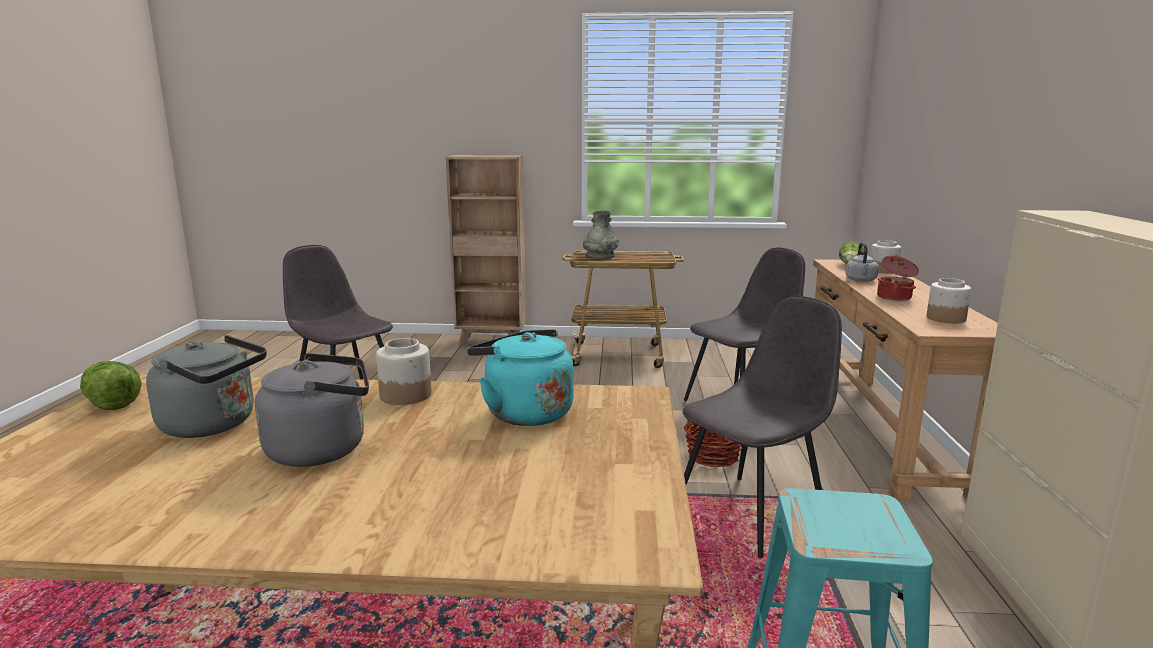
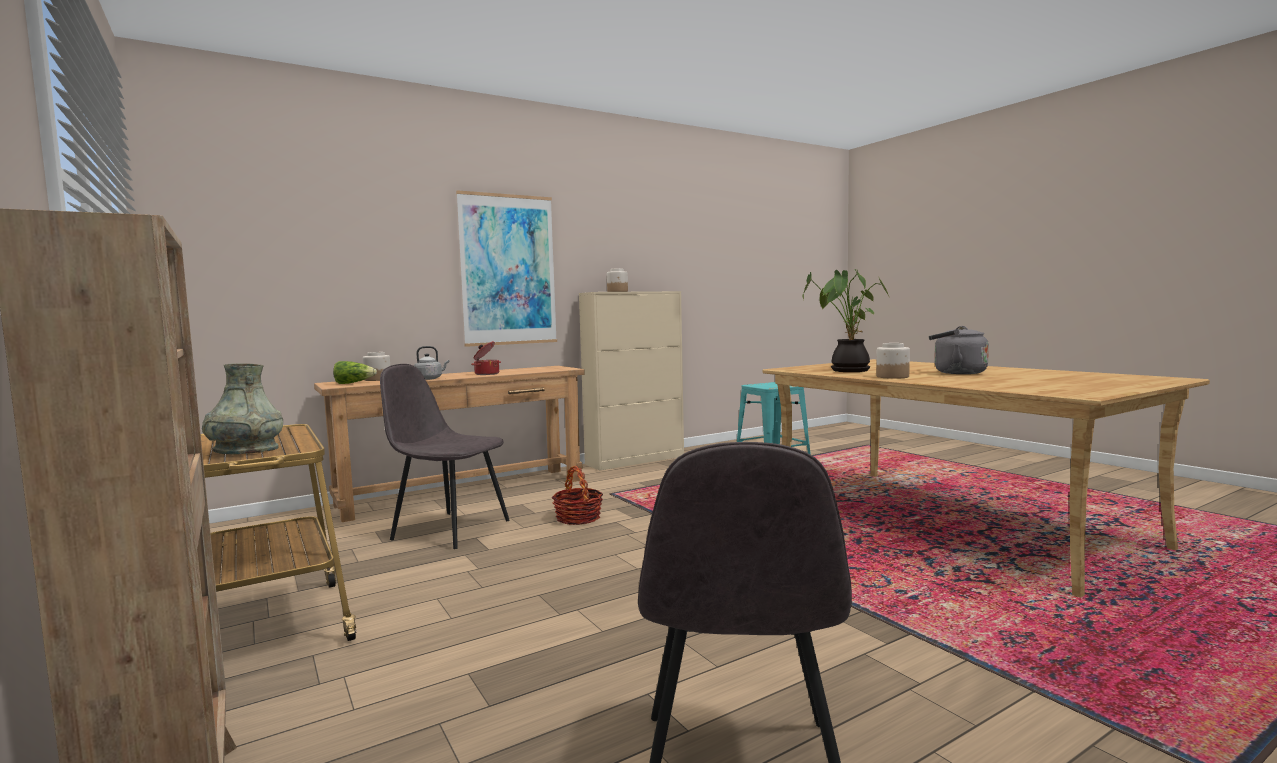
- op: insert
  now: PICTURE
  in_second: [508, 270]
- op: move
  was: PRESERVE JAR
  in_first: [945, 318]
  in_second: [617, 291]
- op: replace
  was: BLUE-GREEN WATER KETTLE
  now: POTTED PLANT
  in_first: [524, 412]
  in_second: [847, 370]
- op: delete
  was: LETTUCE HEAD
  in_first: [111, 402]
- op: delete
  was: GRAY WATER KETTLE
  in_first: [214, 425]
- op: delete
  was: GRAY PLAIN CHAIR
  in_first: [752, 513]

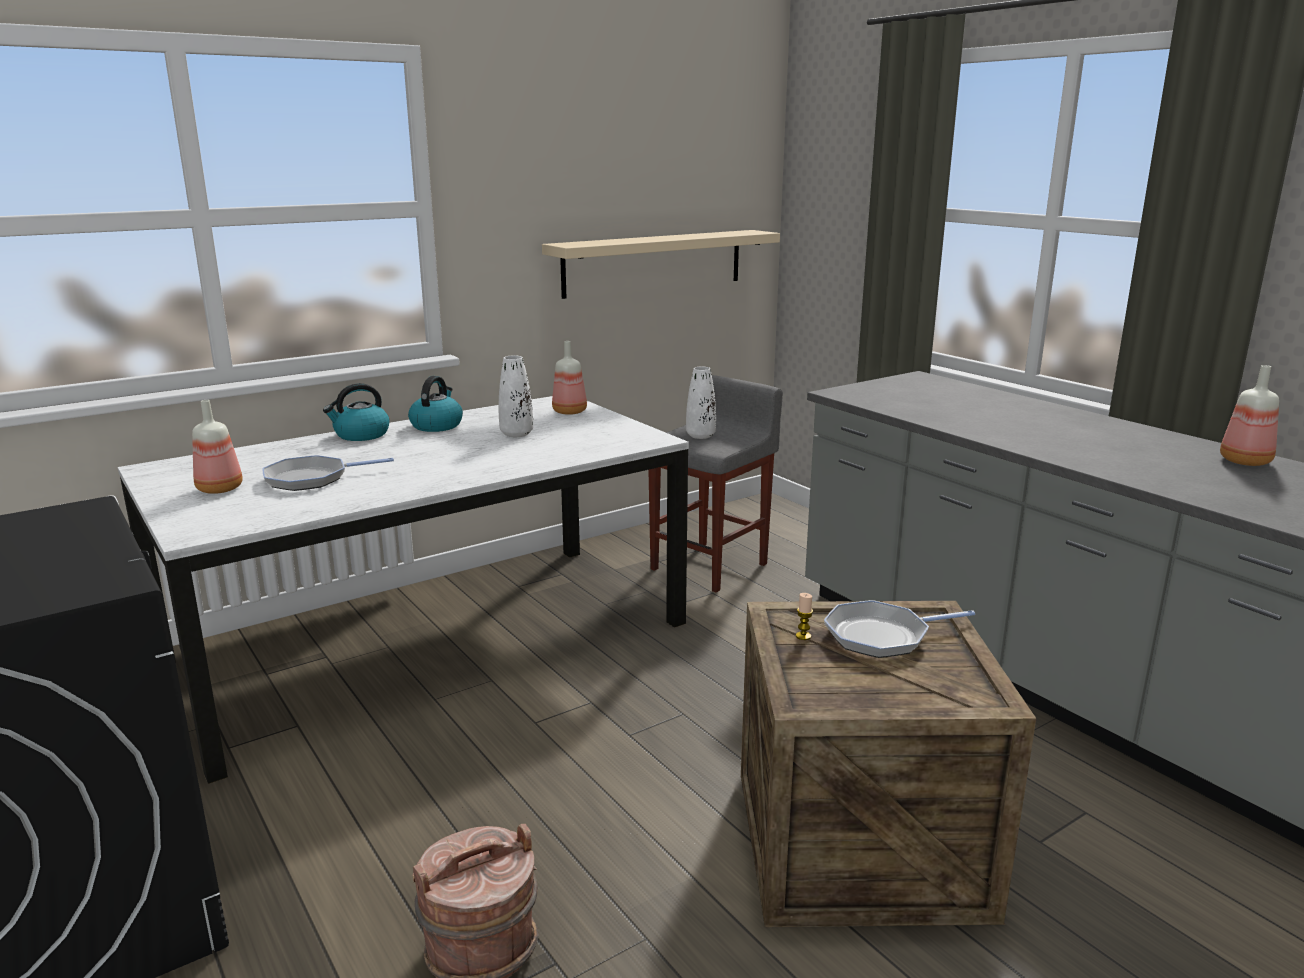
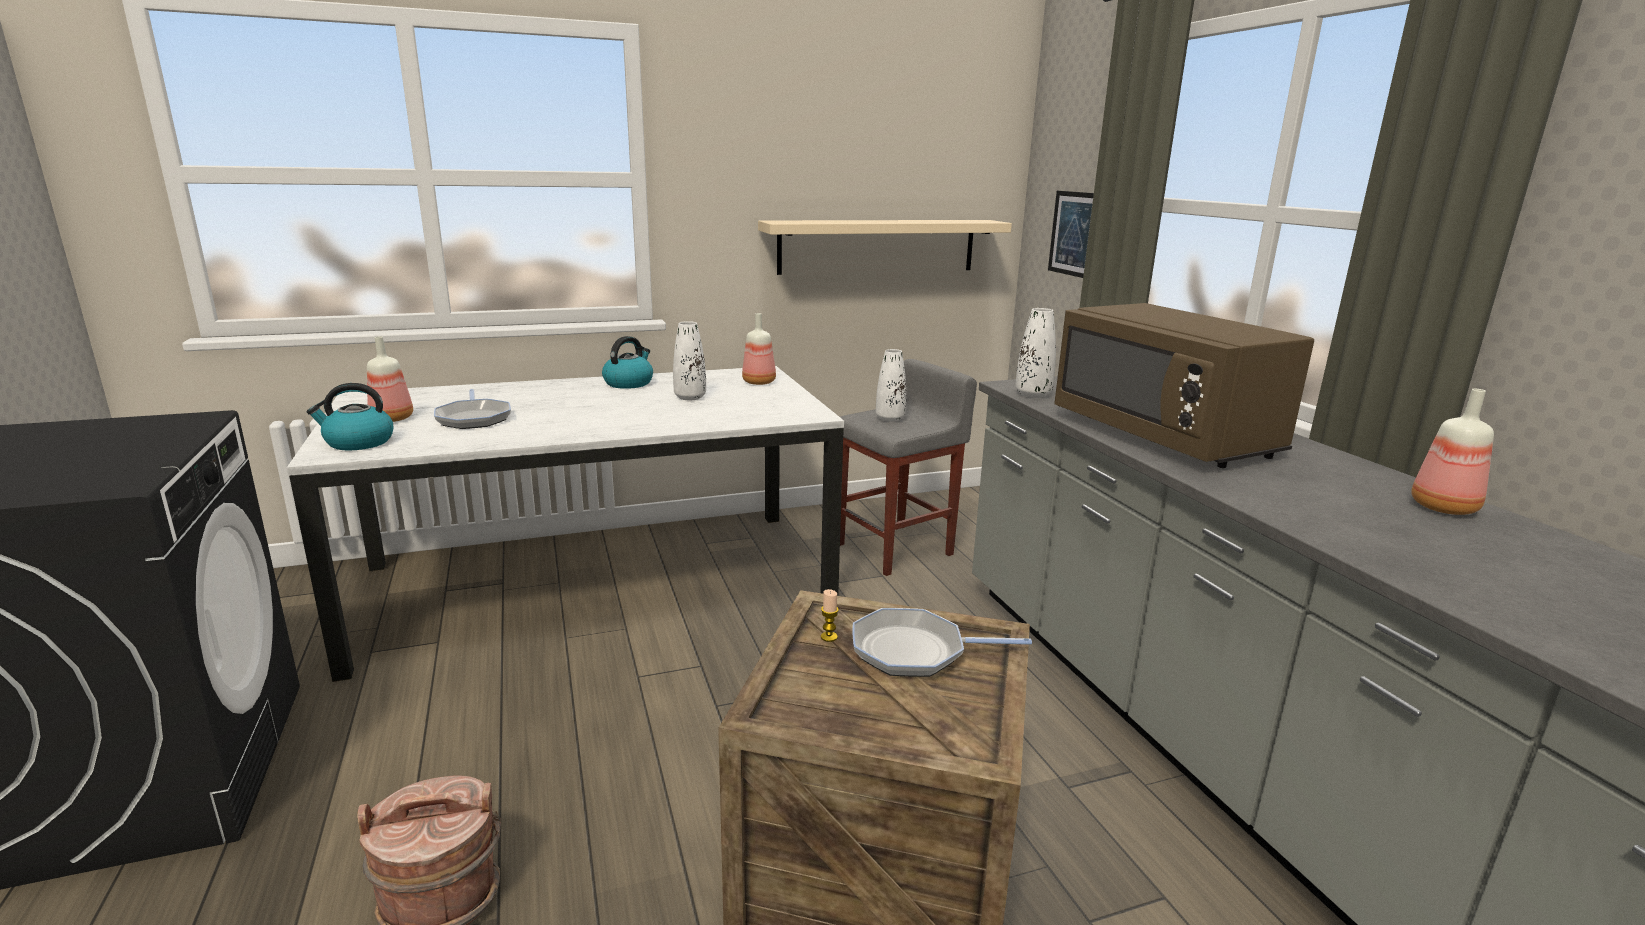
- op: move
  was: WATER KETTLE
  in_first: [361, 435]
  in_second: [358, 442]
- op: rotate
  was: SKILLET
  in_first: [311, 479]
  in_second: [474, 418]
  clockwise: -105
- op: insert
  now: WHITE DECORATIVE VASE
  in_second: [1033, 394]
- op: insert
  now: PICTURE
  in_second: [1073, 233]
- op: insert
  now: BROWN KITCHEN MICROWAVE
  in_second: [1164, 436]

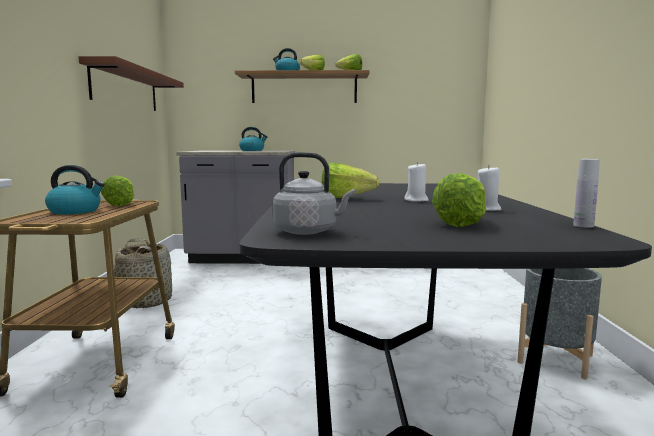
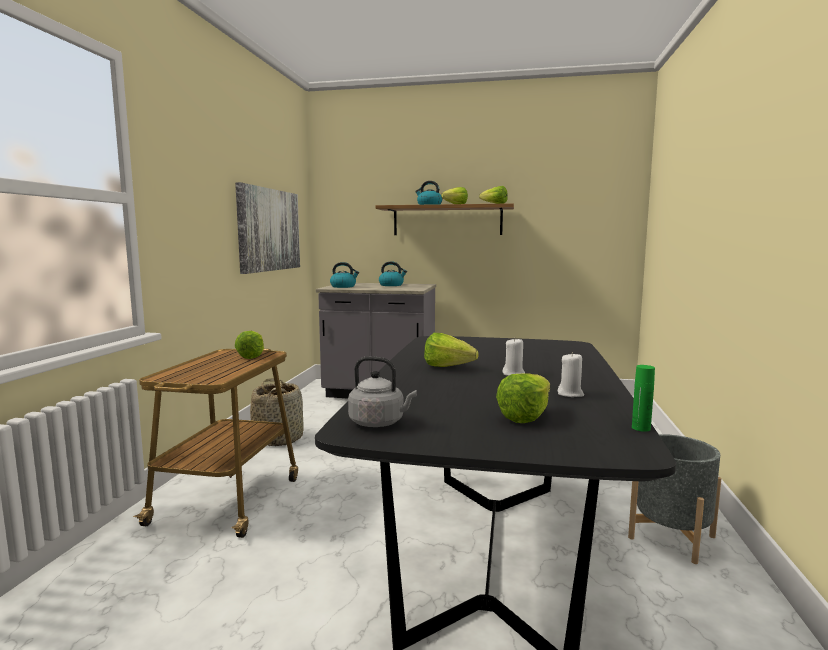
- op: replace
  was: BROWN BRACKET SHELF
  now: PICTURE
  in_first: [126, 89]
  in_second: [269, 230]
- op: move
  was: WATER KETTLE
  in_first: [76, 211]
  in_second: [343, 286]
- op: recolor
  was: WHITE BEVERAGE BOTTLE
  now: GREEN-COLOURED BEVERAGE BOTTLE
  in_first: [583, 225]
  in_second: [641, 428]

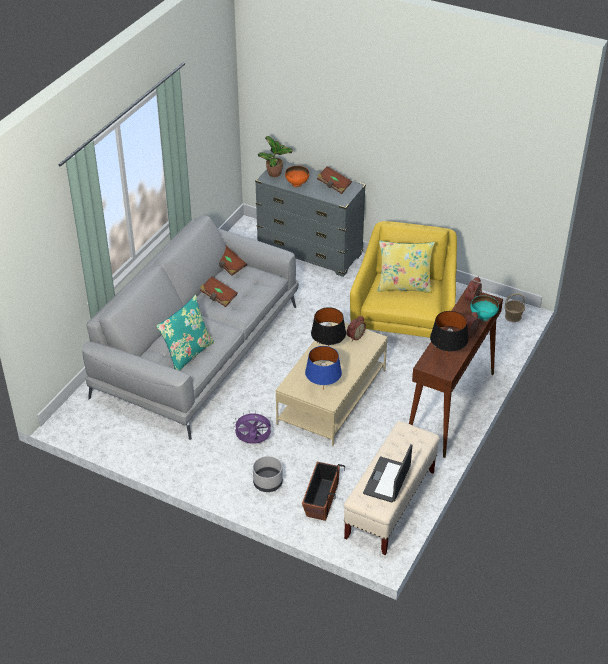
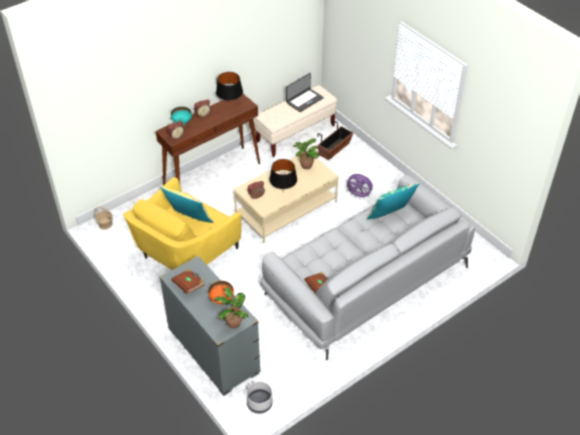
- op: move
  was: GRAY PLANTER
  in_first: [267, 483]
  in_second: [260, 403]
- op: replace
  was: BLUISH LAMP FOR A TABLE
  now: POTTED PLANT
  in_first: [323, 389]
  in_second: [305, 166]
- op: delete
  was: BROWN BOOK
  in_first: [218, 297]

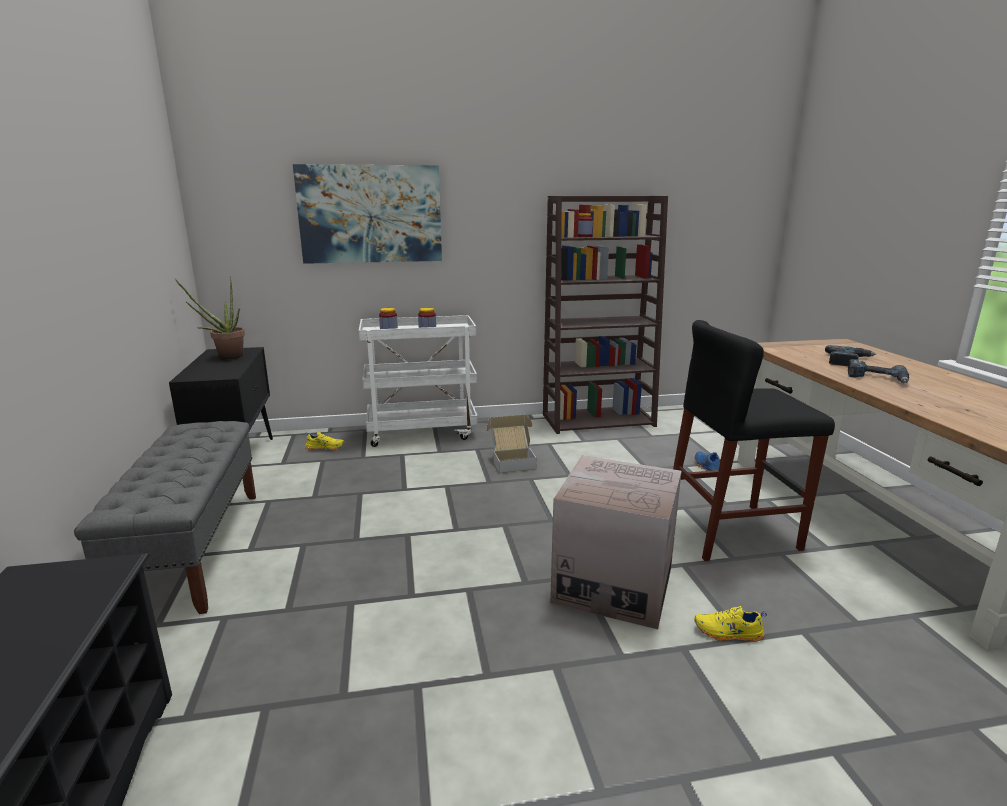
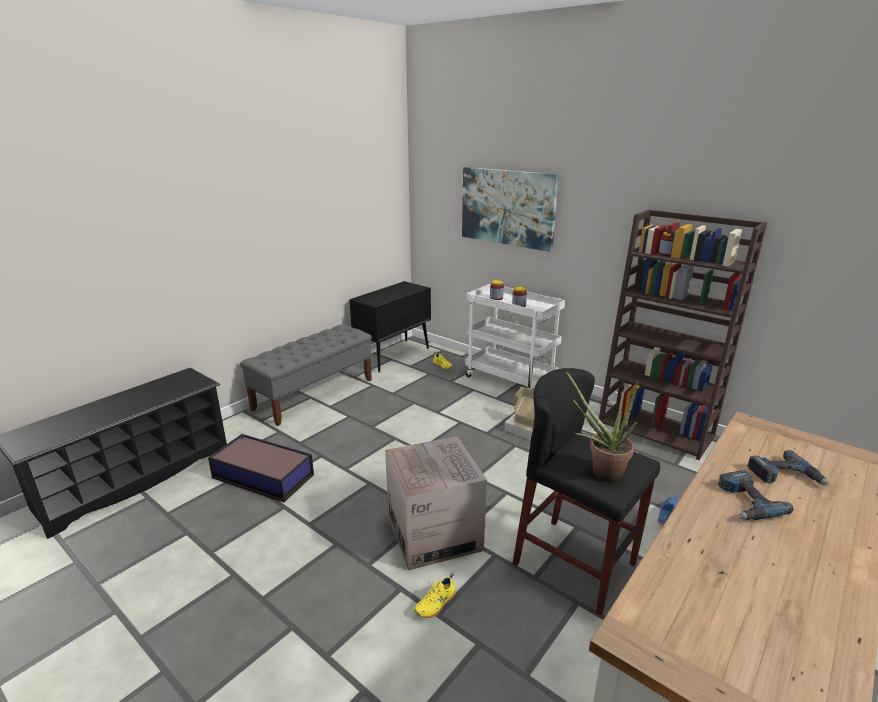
- op: insert
  now: STORAGE CONTAINER
  in_second: [262, 475]
- op: rotate
  was: YELLOW-COLOURED LOW SHOE
  in_first: [728, 633]
  in_second: [436, 604]
  clockwise: -105
- op: move
  was: POTTED PLANT
  in_first: [225, 357]
  in_second: [600, 472]

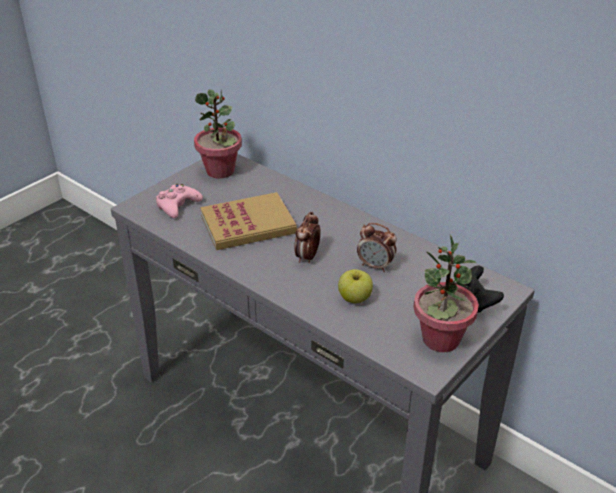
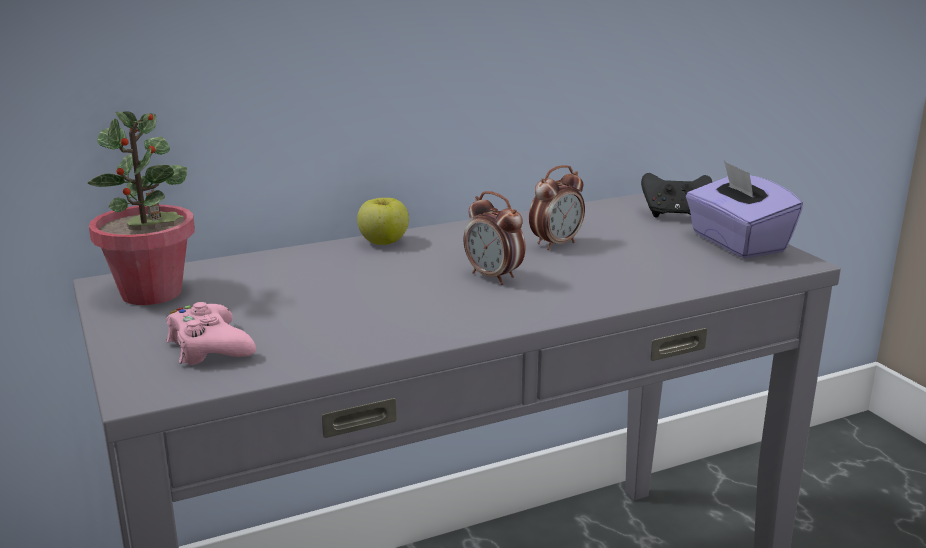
- op: move
  was: WHOLE APPLE
  in_first: [355, 298]
  in_second: [383, 242]
- op: replace
  was: POTTED PLANT
  now: PURPLE TISSUE HOLDER
  in_first: [440, 339]
  in_second: [736, 243]
- op: delete
  was: BOOK
  in_first: [248, 224]

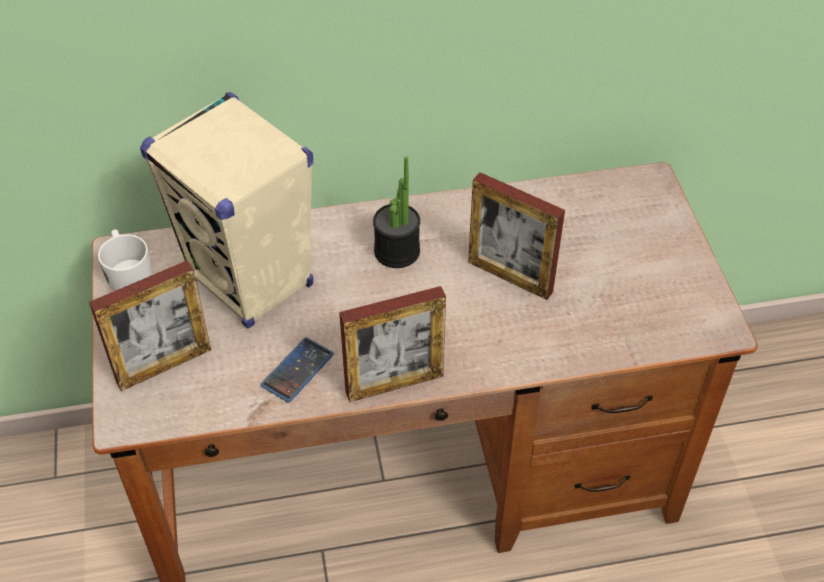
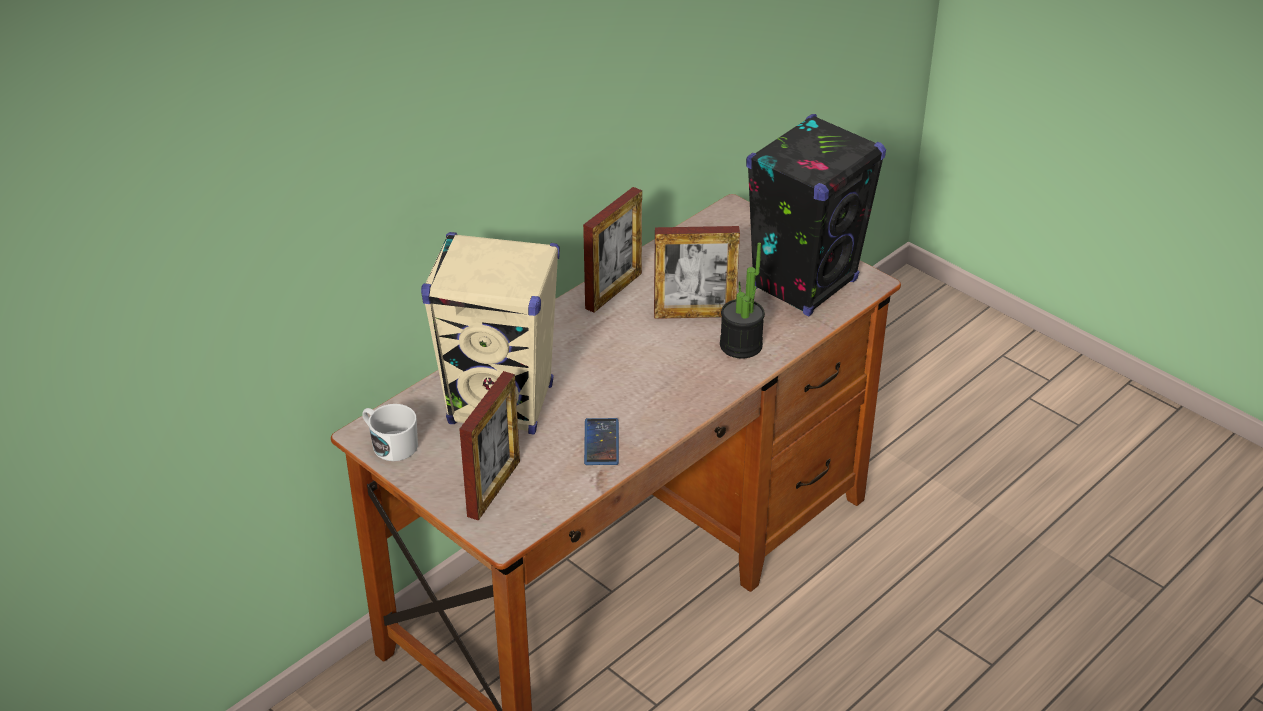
- op: move
  was: PHOTO FRAME
  in_first: [394, 384]
  in_second: [613, 291]
- op: move
  was: POTTED PLANT
  in_first: [397, 251]
  in_second: [741, 345]
- op: insert
  now: BLACK LOUDSPEAKER
  in_second: [804, 284]

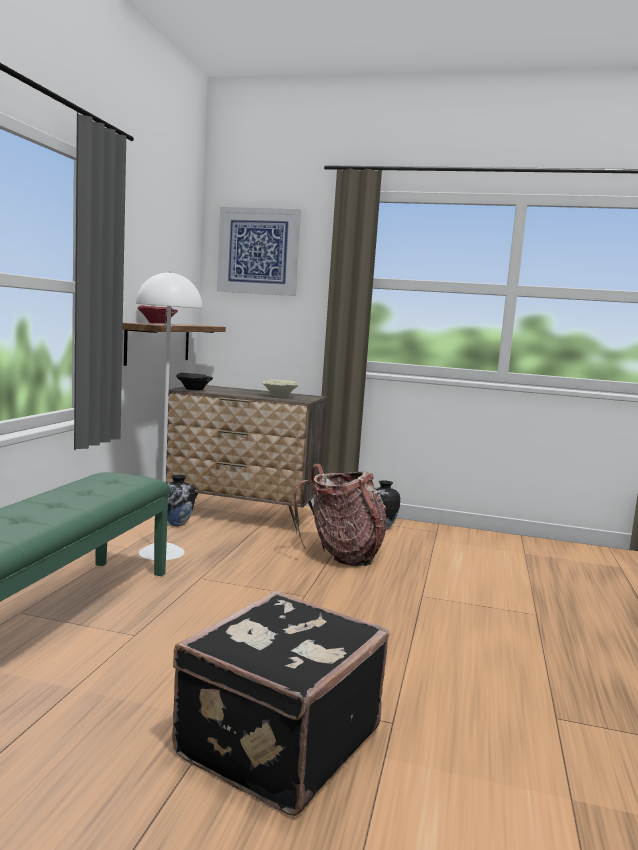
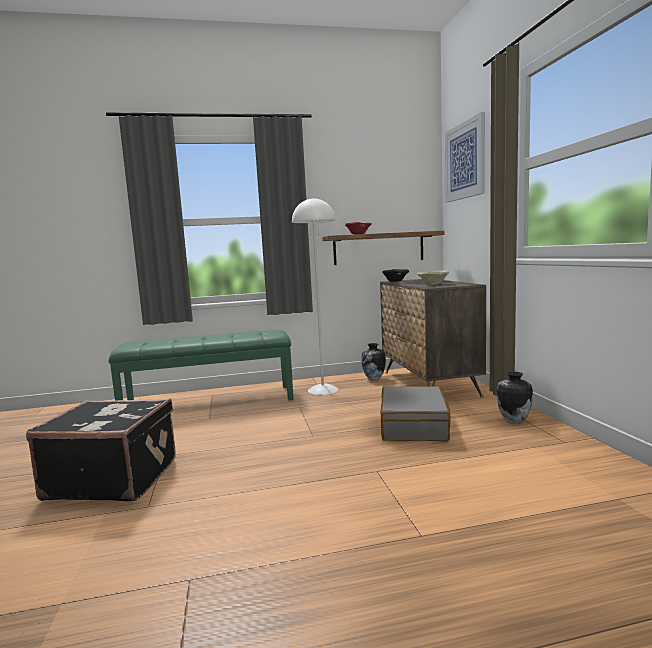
- op: replace
  was: KNAPSACK
  now: GRAY SUITCASE
  in_first: [343, 554]
  in_second: [414, 426]

